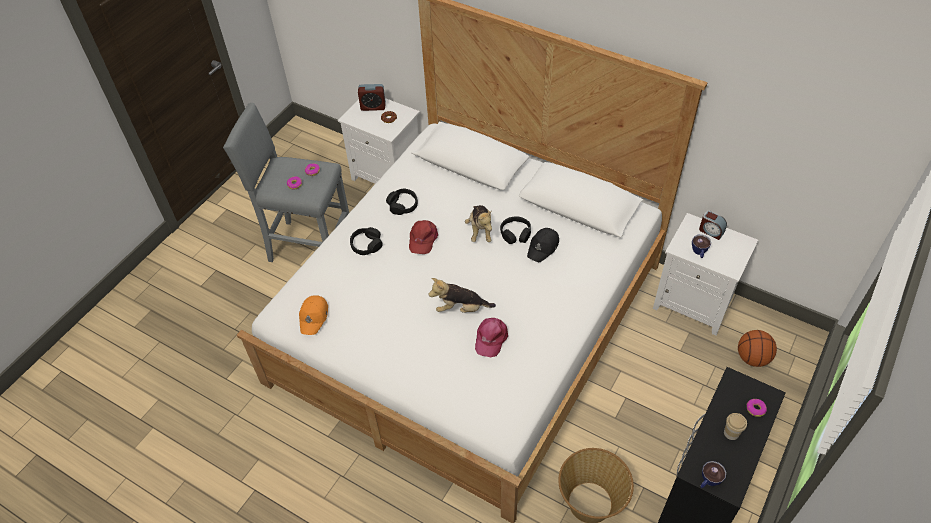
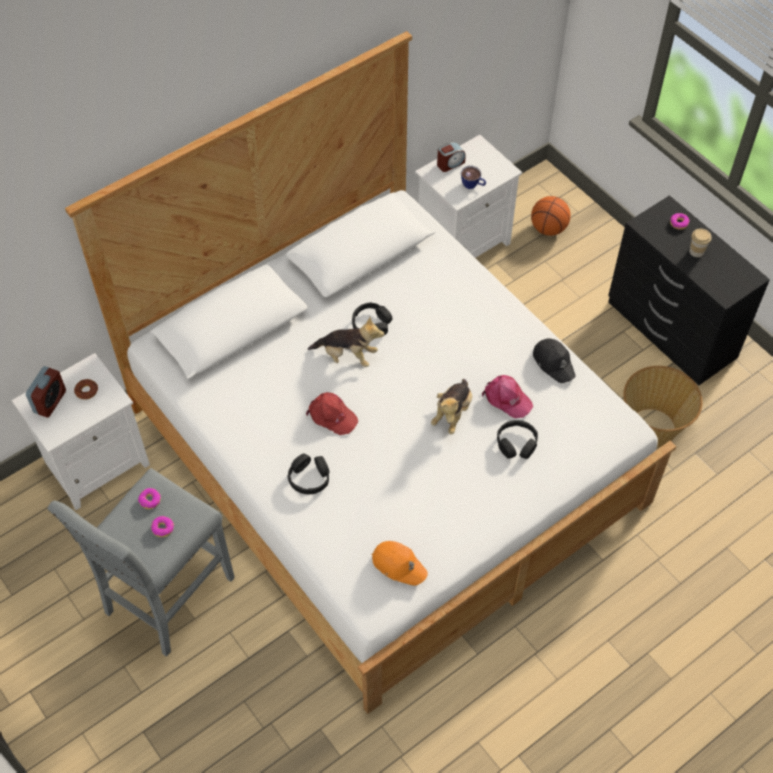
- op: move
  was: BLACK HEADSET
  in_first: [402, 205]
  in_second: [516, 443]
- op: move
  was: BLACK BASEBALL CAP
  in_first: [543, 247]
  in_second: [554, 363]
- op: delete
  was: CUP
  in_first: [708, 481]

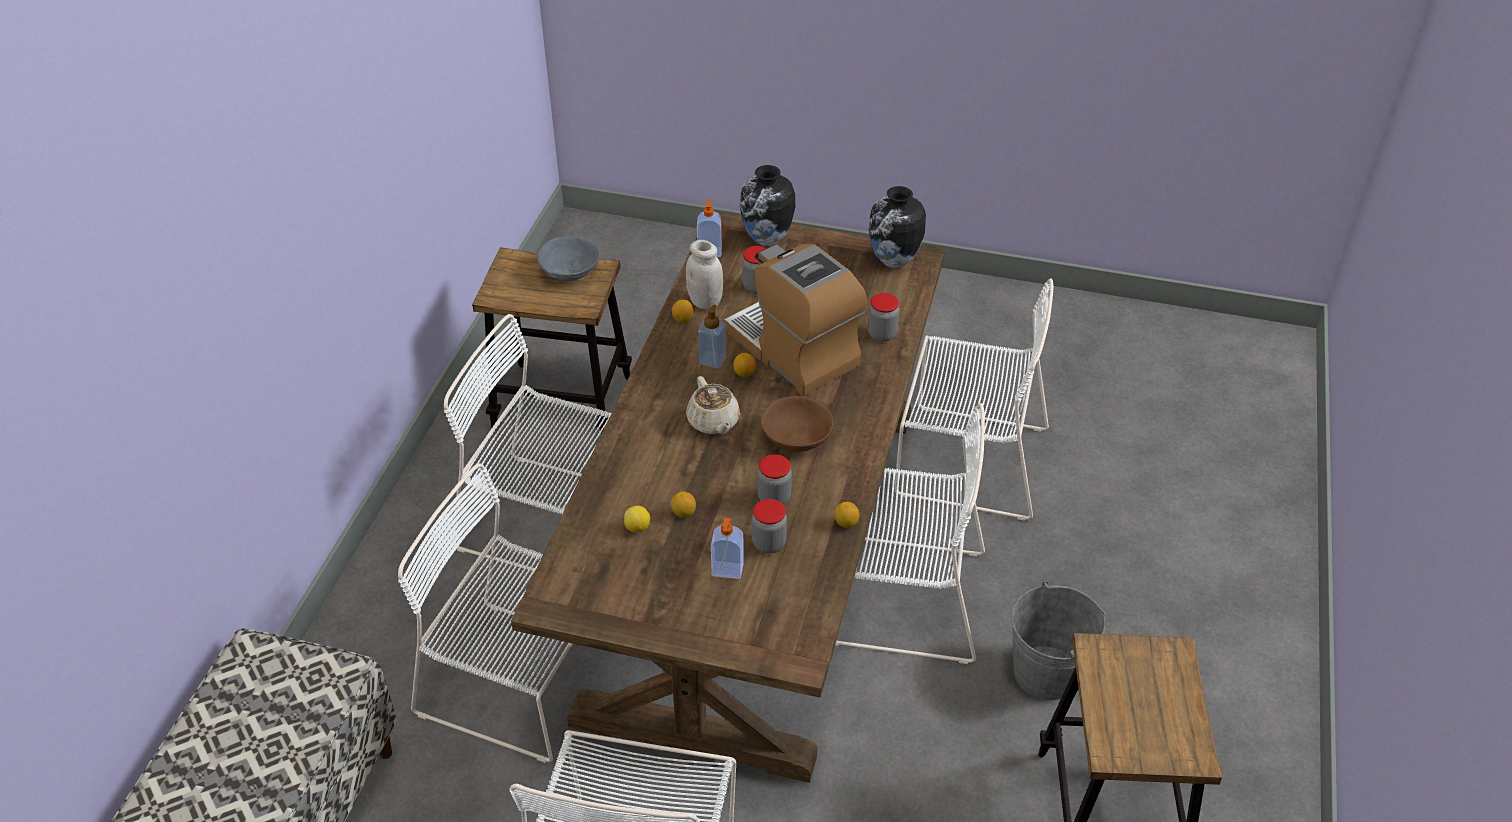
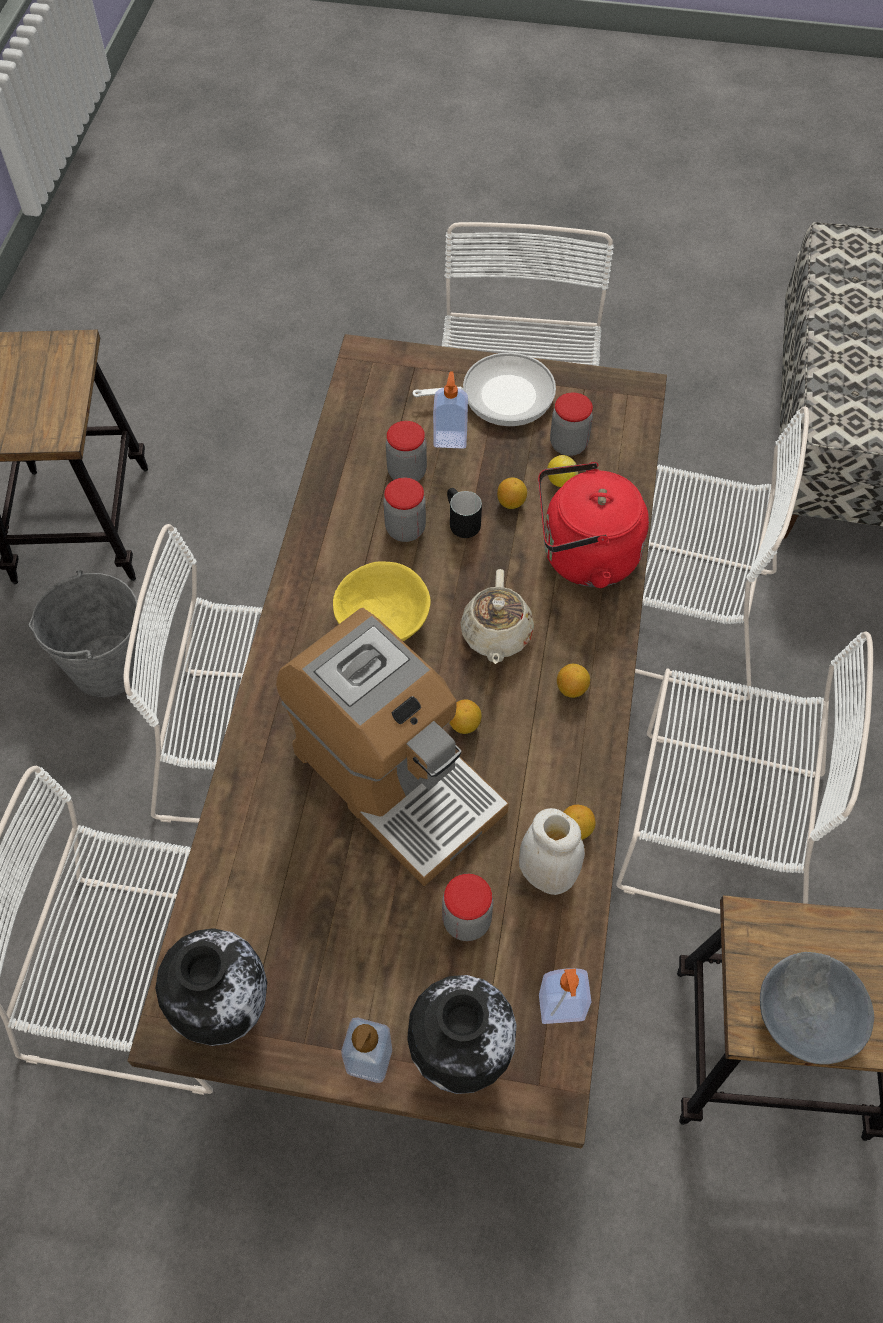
- op: recolor
  was: BROWN DEEP DISH
  now: YELLOW-COLOURED DEEP DISH
  in_first: [795, 437]
  in_second: [384, 619]
- op: move
  was: LIQUID SOAP BOTTLE
  in_first: [712, 360]
  in_second: [369, 1060]
- op: insert
  now: SKILLET
  in_second: [501, 395]
- op: insert
  now: BLACK COFFEE MUG
  in_second: [459, 523]
- op: rotate
  was: BEIGE TEA POT
  in_first: [713, 422]
  in_second: [496, 635]
  clockwise: -150
- op: insert
  now: RED-COLOURED WATER KETTLE
  in_second: [583, 556]
- op: move
  was: PRESERVE JAR
  in_first: [882, 334]
  in_second: [568, 444]
- op: move
  was: CITRUS FRUIT
  in_first: [846, 523]
  in_second: [571, 688]

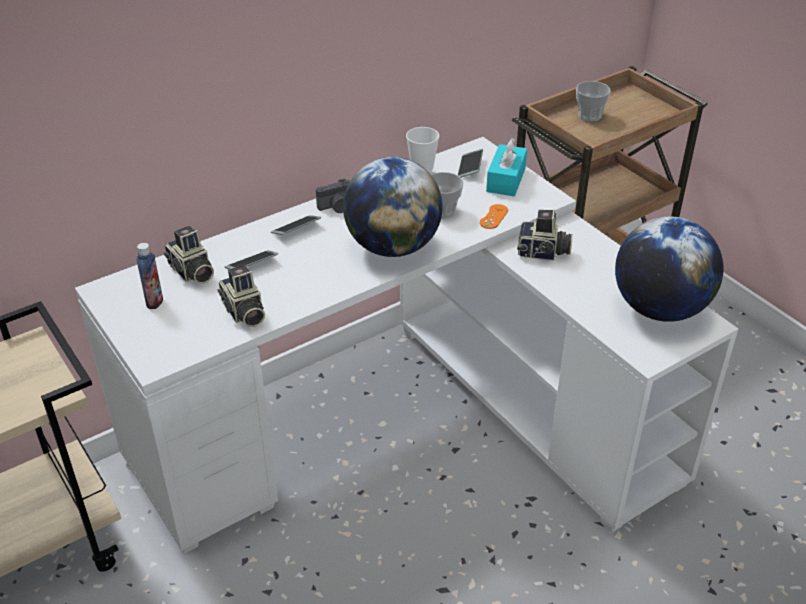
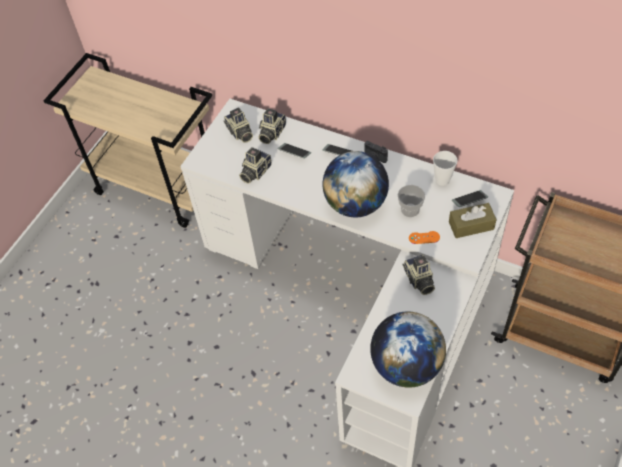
- op: replace
  was: BEVERAGE BOTTLE
  now: STILL CAMERA
  in_first: [154, 301]
  in_second: [239, 133]
- op: recolor
  was: BLUE-GREEN TISSUE HOLDER
  now: BROWN TISSUE HOLDER
  in_first: [506, 180]
  in_second: [471, 225]
- op: delete
  was: CUP
  in_first: [589, 116]

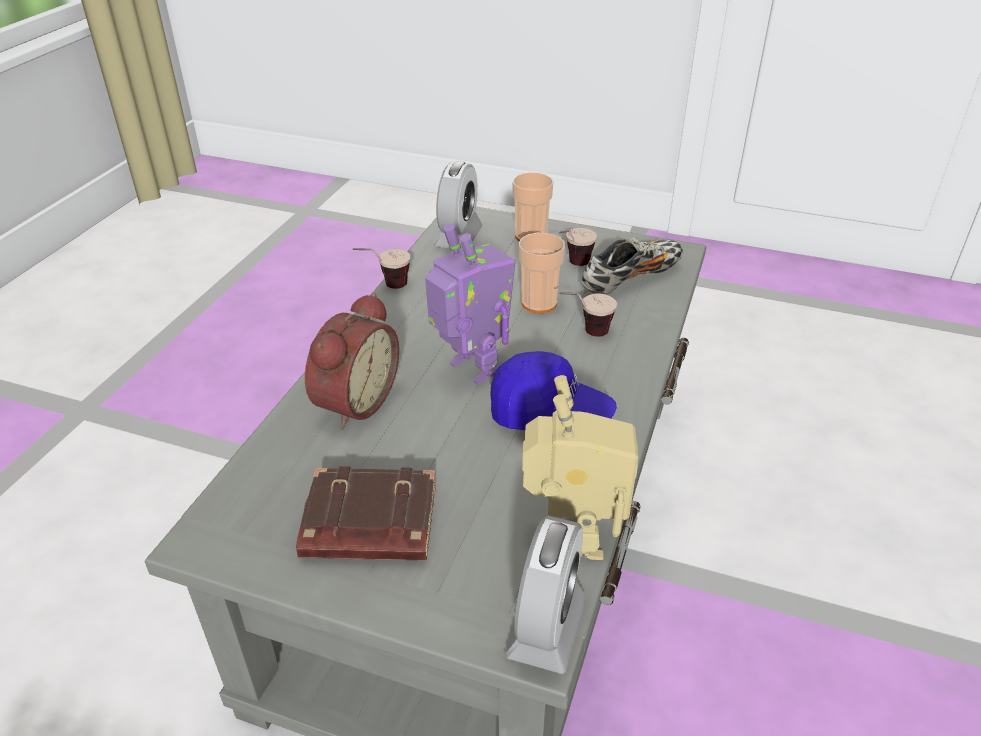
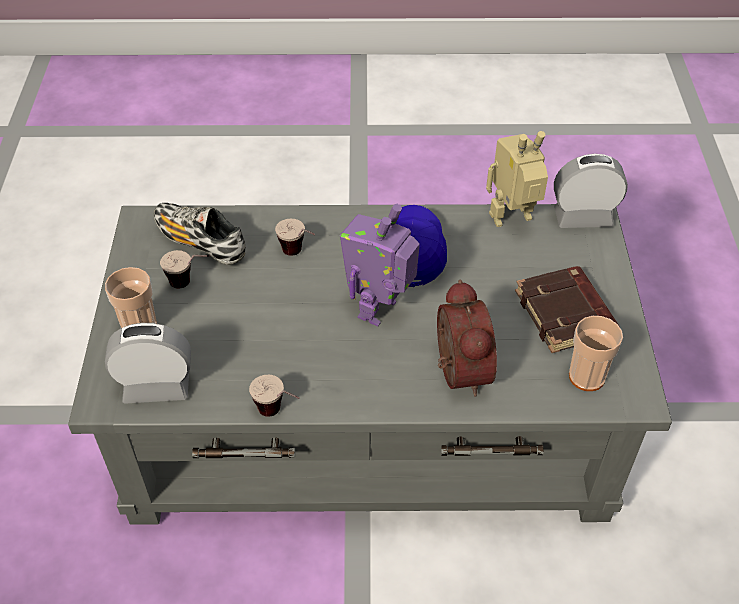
- op: rotate
  was: ALARM CLOCK
  in_first: [353, 402]
  in_second: [457, 371]
  clockwise: 75
- op: move
  was: CUP
  in_first: [539, 303]
  in_second: [586, 377]

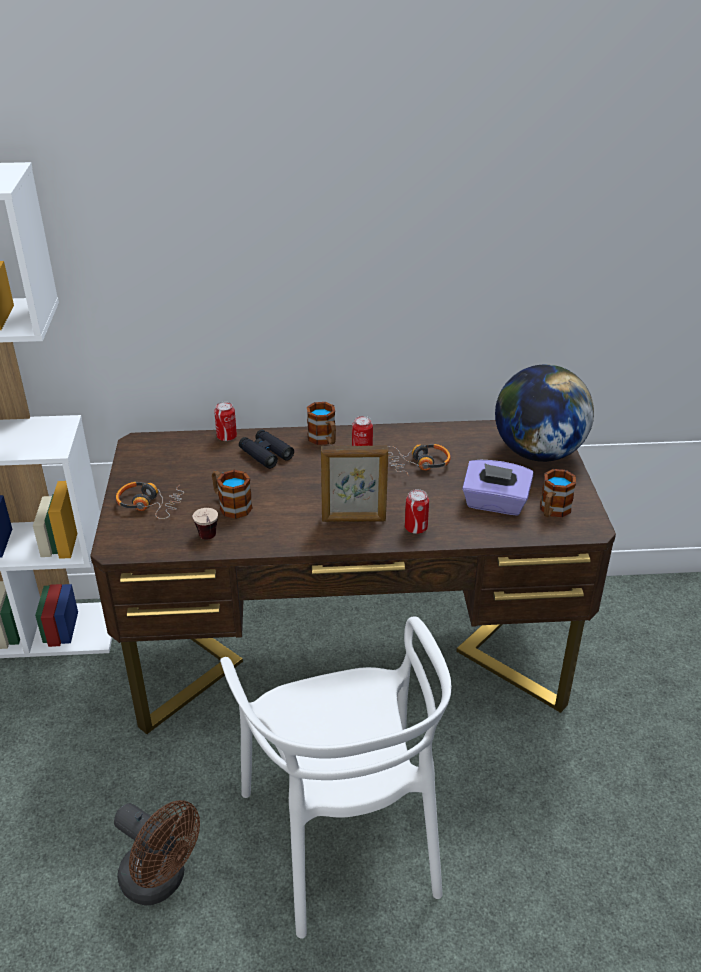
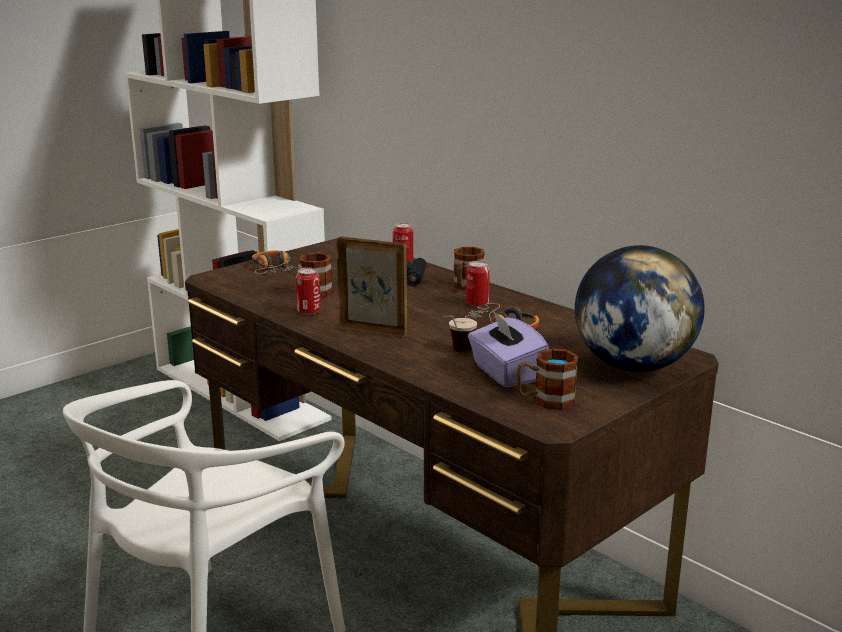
- op: move
  was: CAN
  in_first: [416, 528]
  in_second: [309, 311]
- op: rotate
  was: PHOTO FRAME
  in_first: [354, 520]
  in_second: [373, 330]
  clockwise: 150
- op: move
  was: CUP
  in_first: [209, 541]
  in_second: [456, 352]
- op: delete
  was: BROWN ELECTRIC FAN
  in_first: [161, 881]

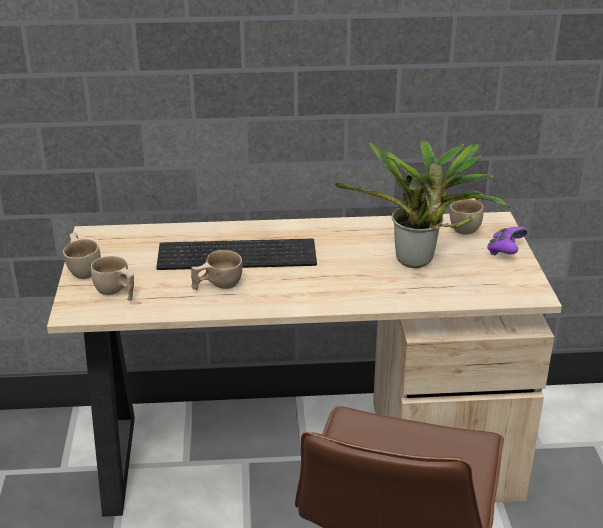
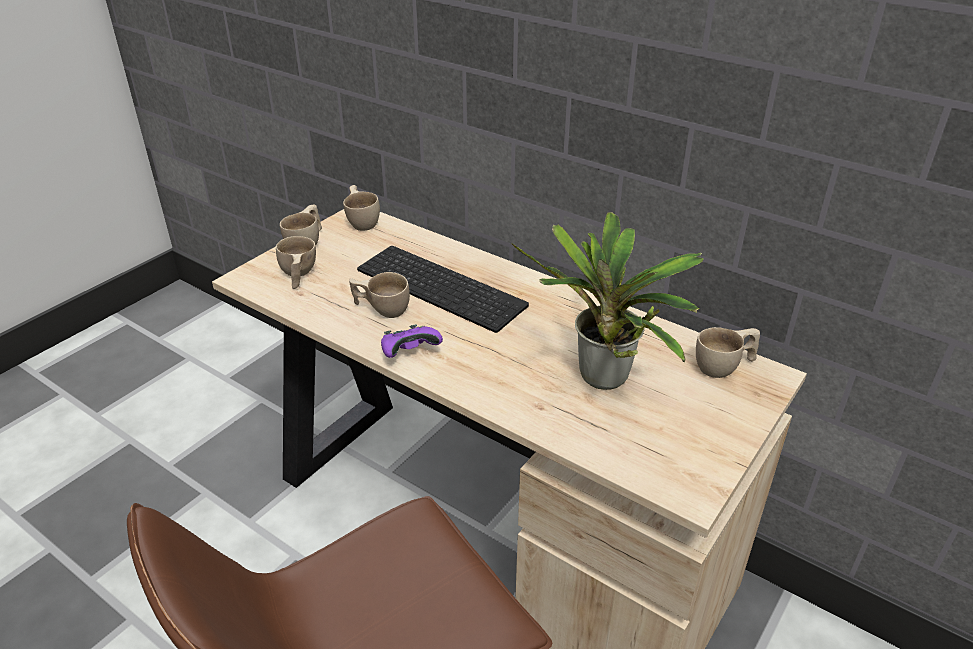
- op: insert
  now: BEIGE CUP
  in_second: [362, 221]
- op: move
  was: PURPLE GAMEPAD
  in_first: [505, 251]
  in_second: [410, 353]

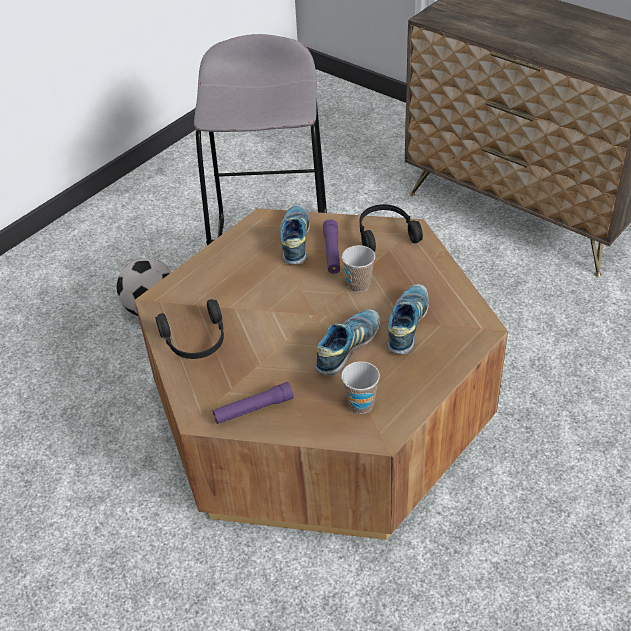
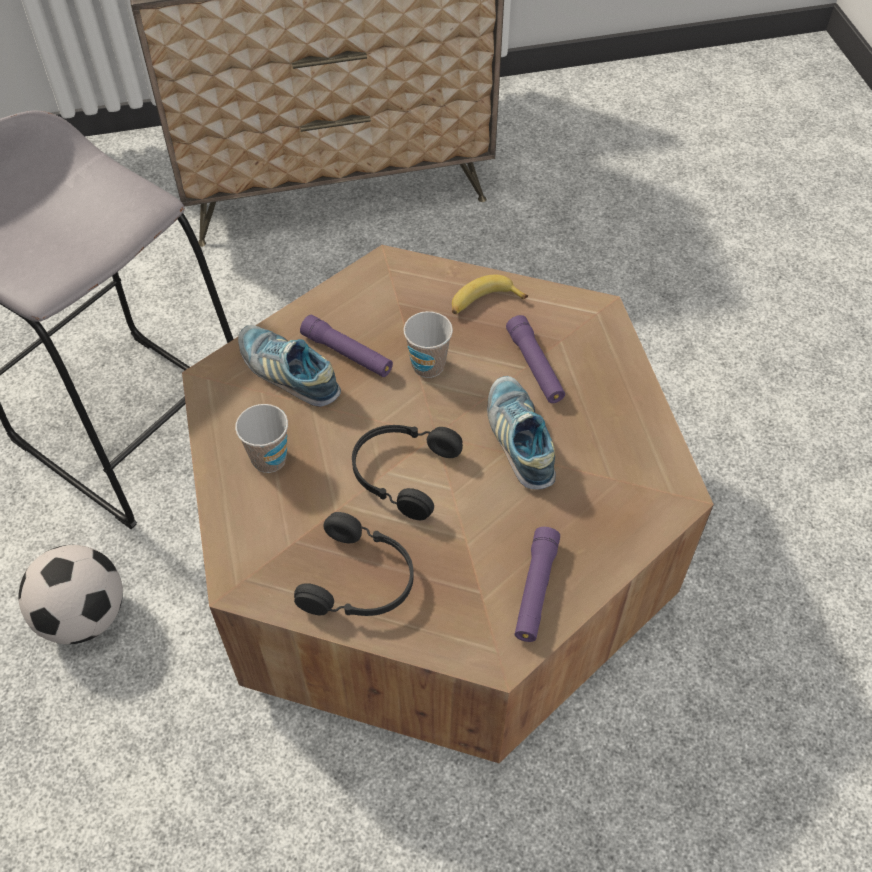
- op: move
  was: CUP
  in_first: [361, 404]
  in_second: [269, 459]
- op: move
  was: BLACK HEADSET
  in_first: [385, 234]
  in_second: [401, 473]
- op: insert
  now: BANANA
  in_second: [483, 303]
- op: replace
  was: LOW SHOE
  now: PURPLE HAND TORCH
  in_first: [407, 325]
  in_second: [535, 366]

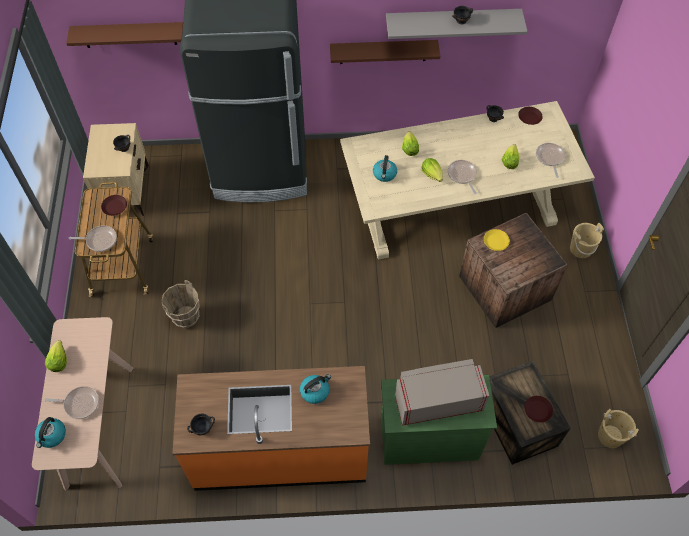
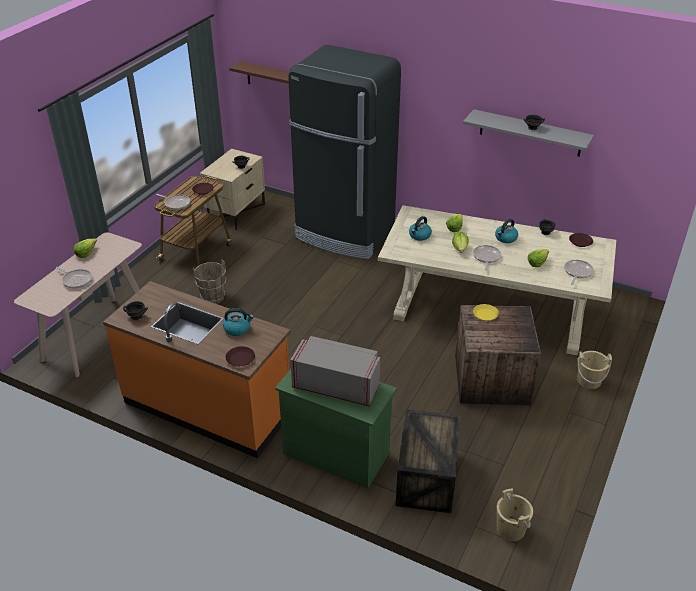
- op: move
  was: BROWN DINNER PLATE
  in_first: [538, 410]
  in_second: [240, 359]
- op: move
  was: WATER KETTLE
  in_first: [52, 436]
  in_second: [505, 238]
- op: delete
  was: BROWN BRACKET SHELF
  in_first: [383, 51]

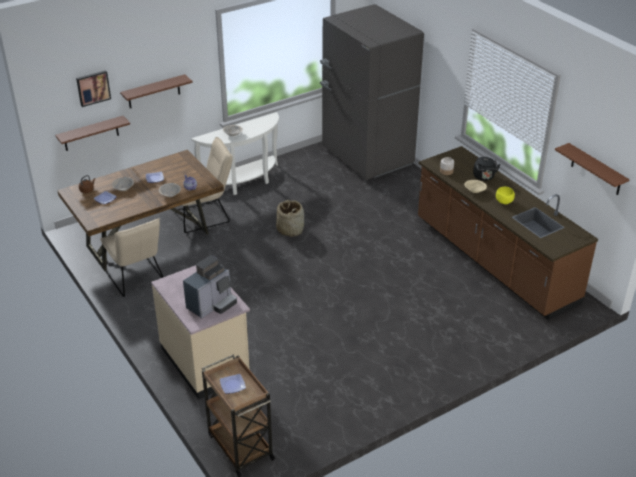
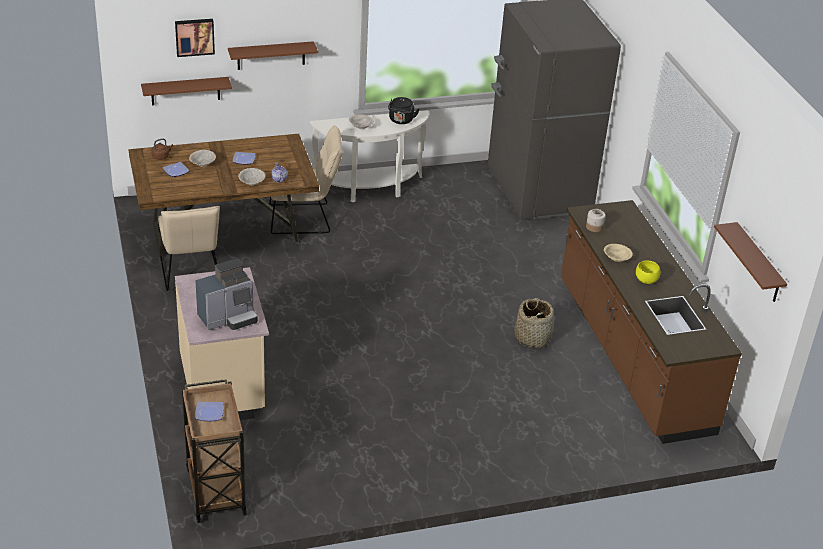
- op: move
  was: BLACK WATER KETTLE
  in_first: [484, 177]
  in_second: [401, 121]
- op: move
  was: BASKET
  in_first: [290, 229]
  in_second: [532, 338]

